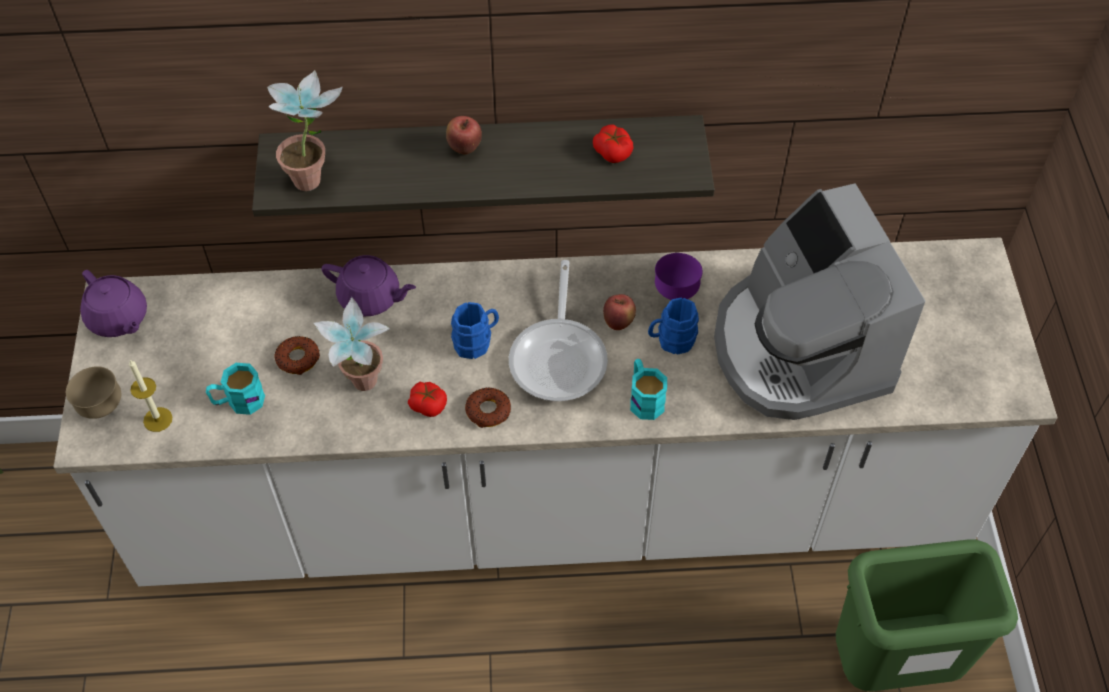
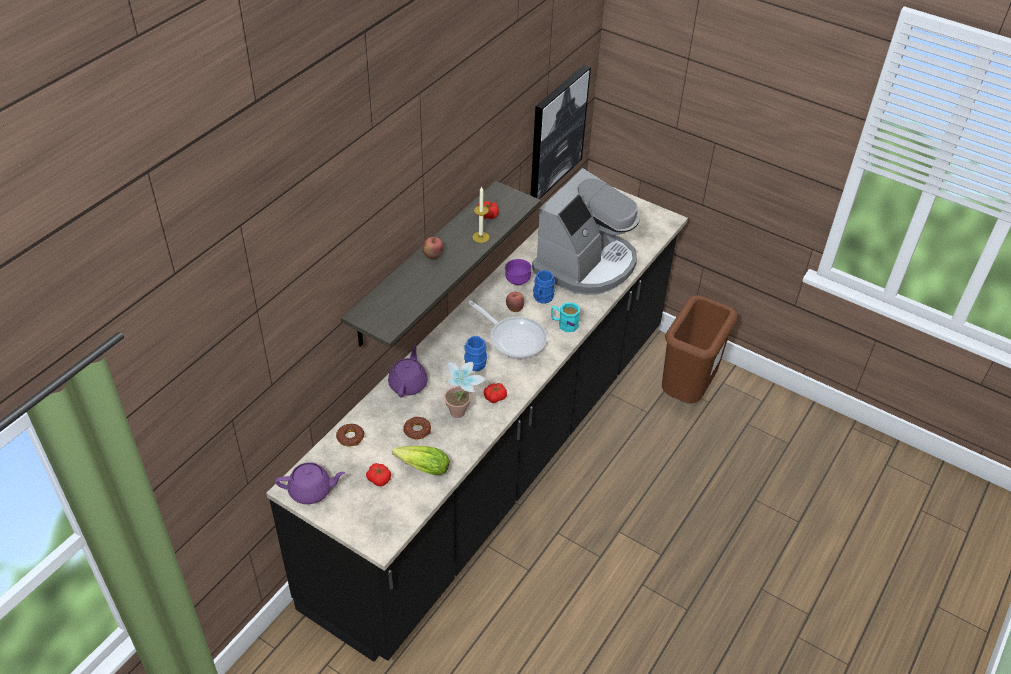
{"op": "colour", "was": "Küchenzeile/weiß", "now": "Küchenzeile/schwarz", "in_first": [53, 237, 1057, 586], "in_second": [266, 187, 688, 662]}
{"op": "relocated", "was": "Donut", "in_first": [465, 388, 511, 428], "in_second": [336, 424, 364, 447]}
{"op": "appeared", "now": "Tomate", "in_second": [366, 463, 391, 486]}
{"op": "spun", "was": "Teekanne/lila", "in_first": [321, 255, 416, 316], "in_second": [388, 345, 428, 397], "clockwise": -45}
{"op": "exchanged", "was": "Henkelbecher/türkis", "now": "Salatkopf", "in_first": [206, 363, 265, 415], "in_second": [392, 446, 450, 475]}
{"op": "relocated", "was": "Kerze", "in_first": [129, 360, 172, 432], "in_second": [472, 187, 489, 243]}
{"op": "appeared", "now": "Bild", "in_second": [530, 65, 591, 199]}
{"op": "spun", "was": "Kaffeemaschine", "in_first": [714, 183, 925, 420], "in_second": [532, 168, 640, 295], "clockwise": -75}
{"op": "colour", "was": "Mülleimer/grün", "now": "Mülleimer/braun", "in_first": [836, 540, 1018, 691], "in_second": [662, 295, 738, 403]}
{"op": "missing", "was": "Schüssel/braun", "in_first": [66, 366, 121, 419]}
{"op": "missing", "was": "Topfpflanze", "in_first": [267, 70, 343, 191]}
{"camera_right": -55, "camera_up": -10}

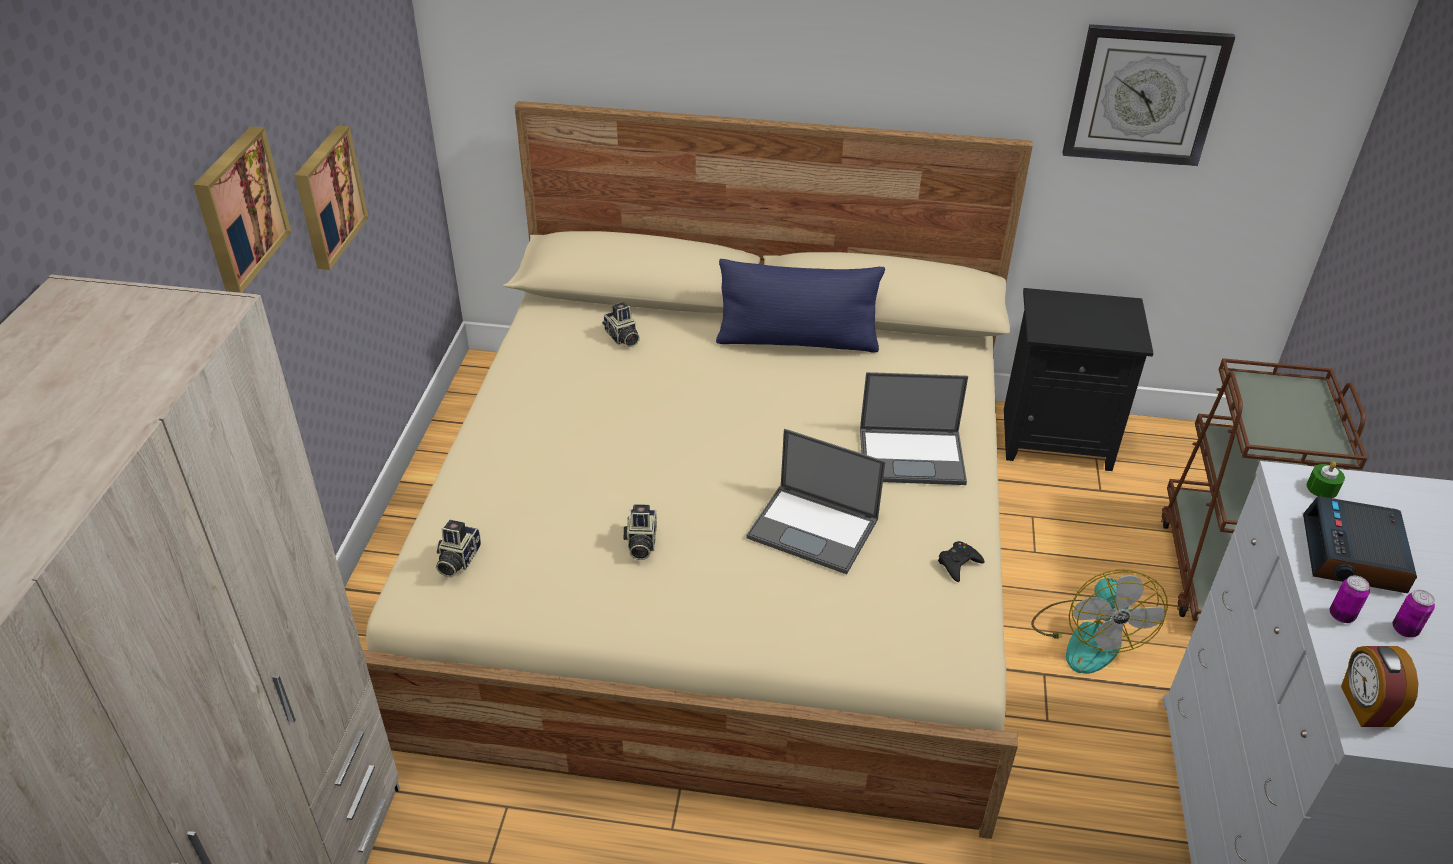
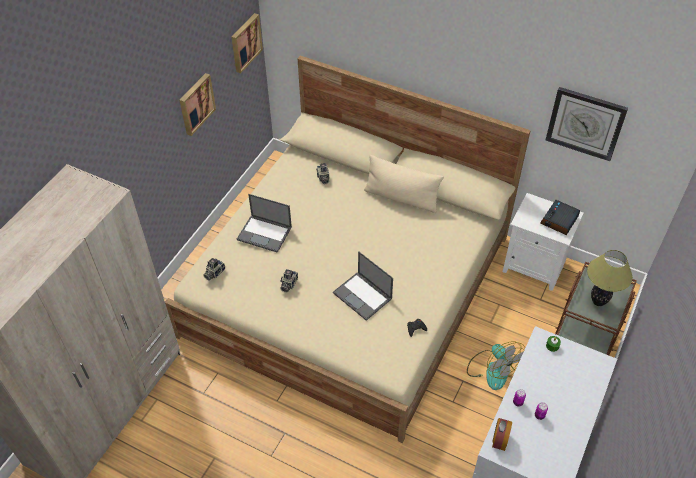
{"op": "relocated", "was": "Bild", "in_first": [193, 126, 291, 293], "in_second": [231, 13, 263, 73]}
{"op": "relocated", "was": "Laptop", "in_first": [860, 372, 968, 485], "in_second": [237, 194, 292, 253]}
{"op": "colour", "was": "Kissen/blau", "now": "Kissen/beige", "in_first": [716, 259, 885, 352], "in_second": [364, 155, 444, 213]}
{"op": "spun", "was": "Ventilator", "in_first": [1031, 569, 1168, 674], "in_second": [467, 341, 525, 390], "clockwise": -45}
{"op": "colour", "was": "Nachttisch/schwarz", "now": "Nachttisch/weiß", "in_first": [1004, 288, 1153, 471], "in_second": [503, 193, 584, 291]}
{"op": "relocated", "was": "Wecker", "in_first": [1303, 496, 1417, 593], "in_second": [540, 200, 580, 235]}
{"op": "appeared", "now": "Tischlampe", "in_second": [587, 250, 633, 306]}
{"camera_right": 20, "camera_up": 10}

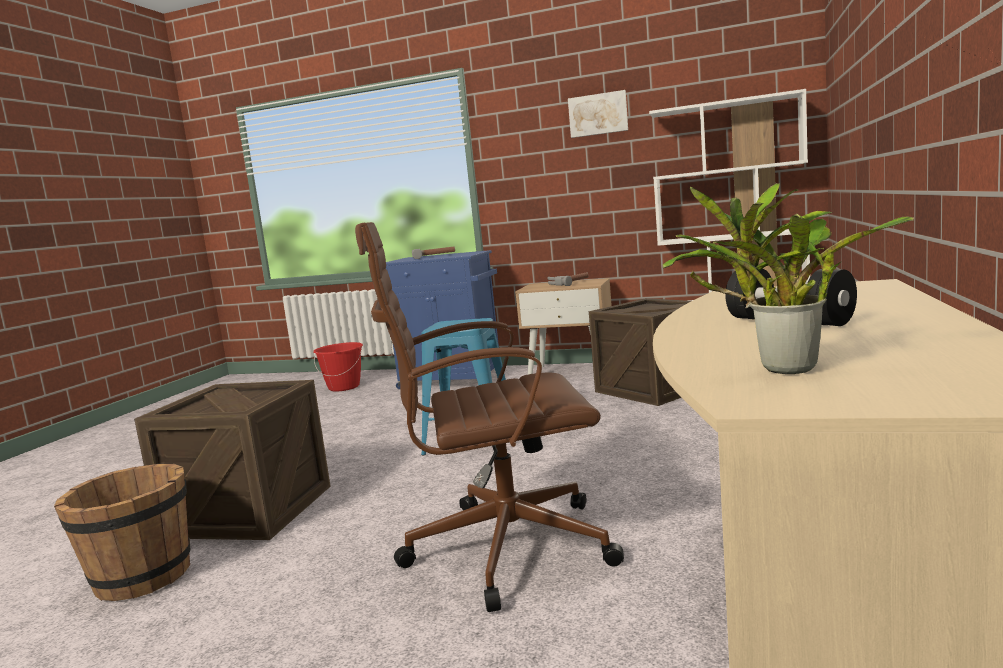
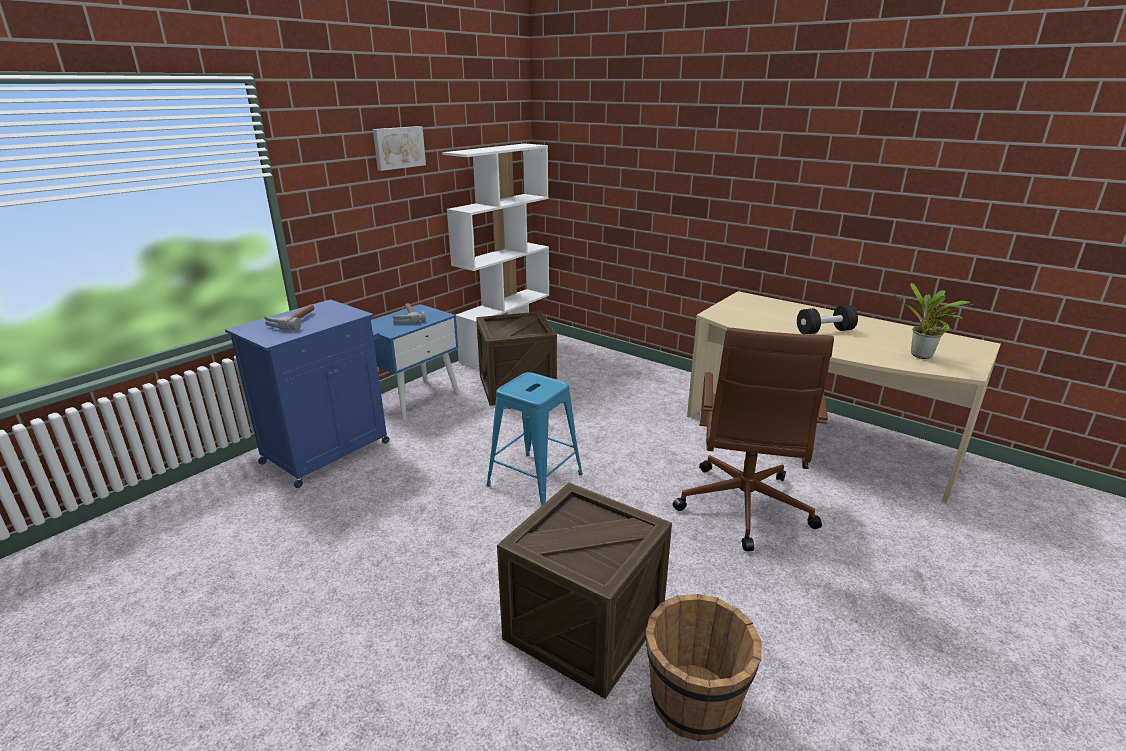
{"op": "colour", "was": "Nachttisch/beige", "now": "Nachttisch/blau", "in_first": [515, 278, 612, 374], "in_second": [371, 304, 459, 420]}
{"op": "missing", "was": "Eimer/rot", "in_first": [313, 342, 363, 391]}
{"camera_right": -70, "camera_up": 15}

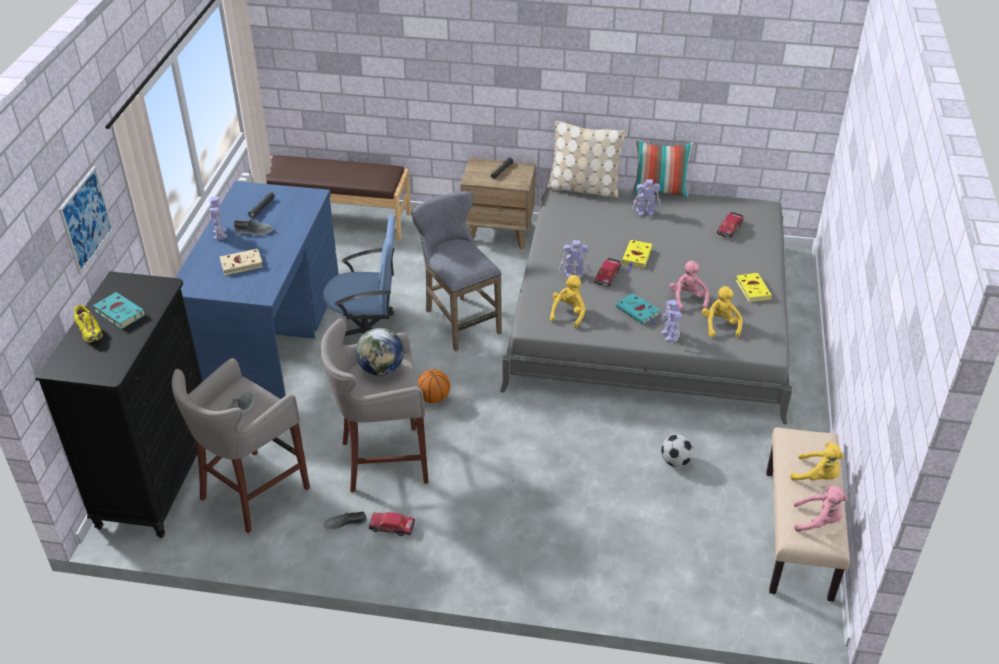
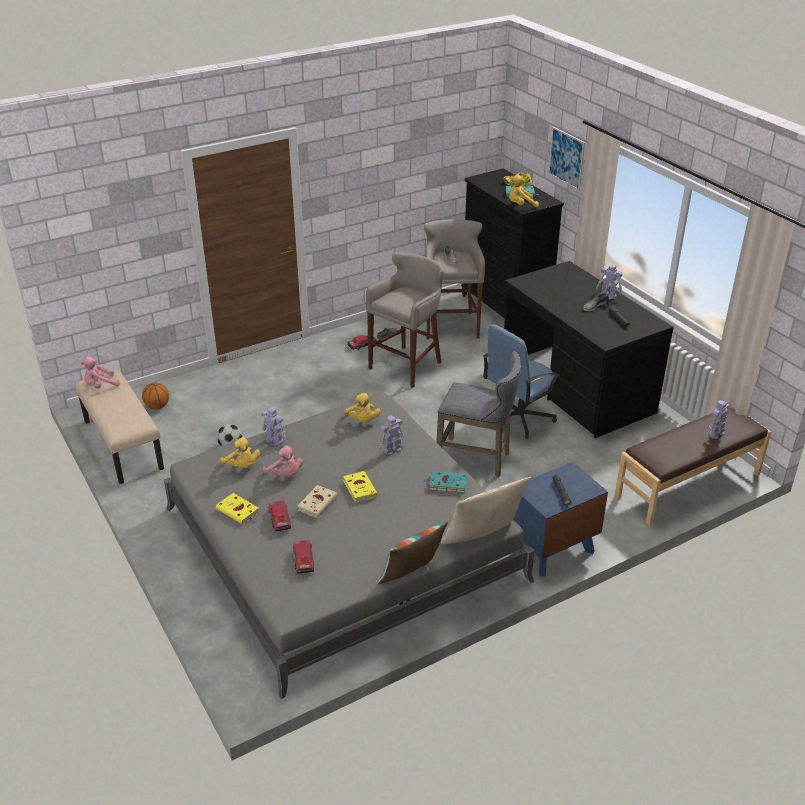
{"op": "relocated", "was": "Basketball", "in_first": [418, 369, 450, 403], "in_second": [142, 382, 169, 409]}
{"op": "relocated", "was": "Spielzeugauto", "in_first": [594, 258, 621, 287], "in_second": [268, 501, 291, 531]}
{"op": "relocated", "was": "Buch/beige", "in_first": [214, 249, 263, 275], "in_second": [298, 485, 338, 518]}
{"op": "relocated", "was": "Buch/türkis", "in_first": [616, 293, 660, 325], "in_second": [423, 471, 467, 493]}
{"op": "colour", "was": "Schreibtisch/blau", "now": "Schreibtisch/schwarz", "in_first": [175, 181, 339, 399], "in_second": [504, 261, 674, 438]}
{"op": "relocated", "was": "Plüschtier/gelb", "in_first": [790, 442, 844, 481], "in_second": [509, 175, 539, 208]}
{"op": "colour", "was": "Nachttisch/braun", "now": "Nachttisch/blau", "in_first": [460, 158, 536, 250], "in_second": [514, 462, 608, 576]}
{"op": "relocated", "was": "Spielzeugroboter", "in_first": [632, 179, 661, 216], "in_second": [706, 400, 730, 439]}
{"op": "missing", "was": "Globus", "in_first": [356, 328, 404, 376]}
{"camera_right": 140, "camera_up": -5}

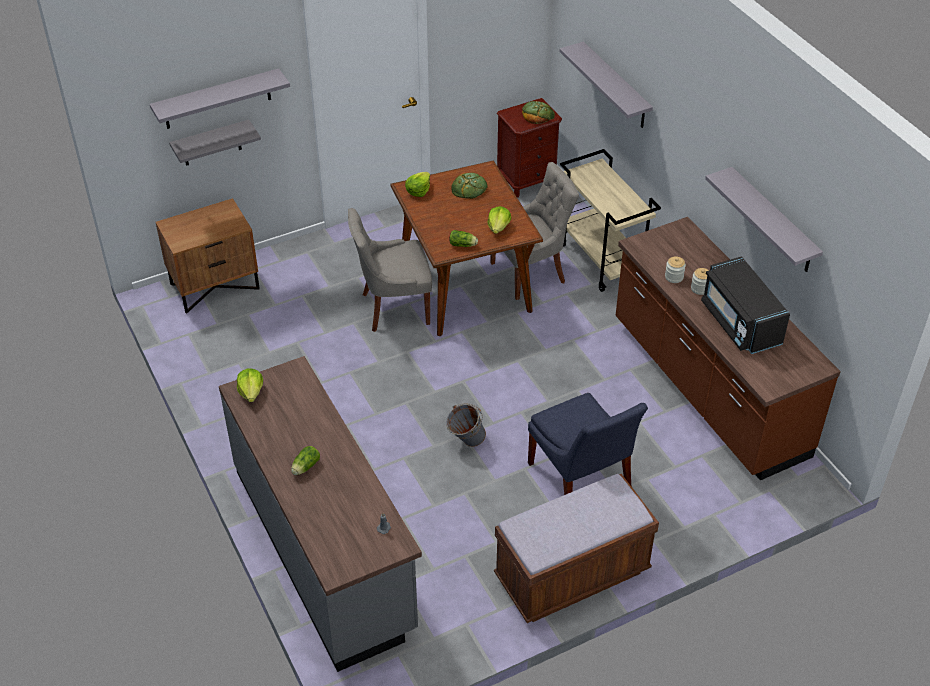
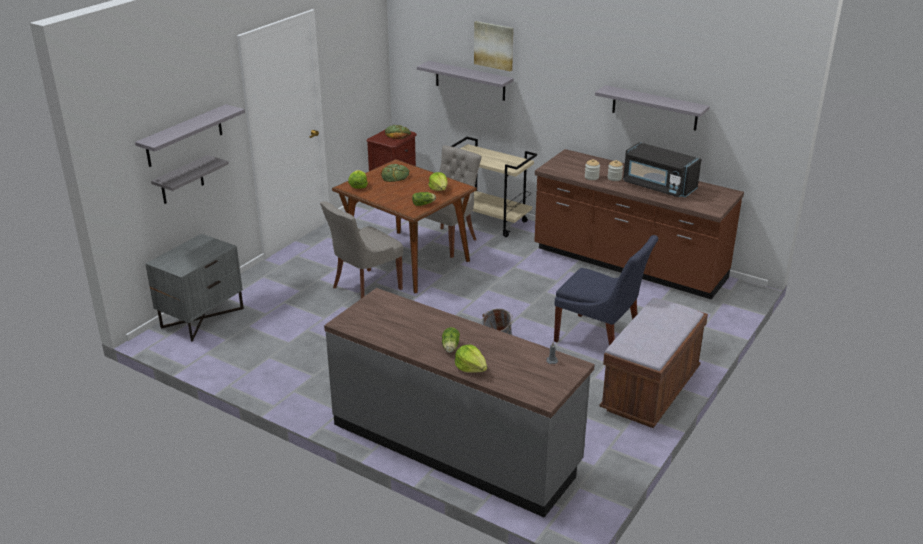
{"op": "colour", "was": "Nachttisch/braun", "now": "Nachttisch/grau", "in_first": [156, 198, 260, 314], "in_second": [146, 234, 244, 342]}
{"op": "relocated", "was": "Salatkopf", "in_first": [237, 369, 263, 402], "in_second": [455, 345, 487, 373]}
{"op": "appeared", "now": "Bild", "in_second": [474, 21, 514, 71]}
{"camera_right": -30, "camera_up": -15}

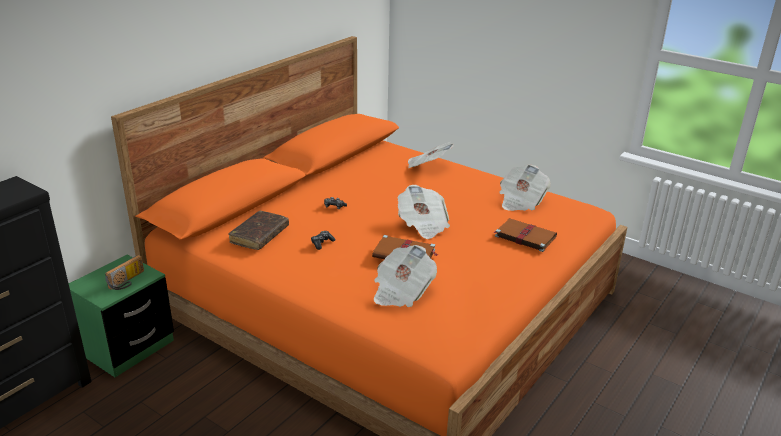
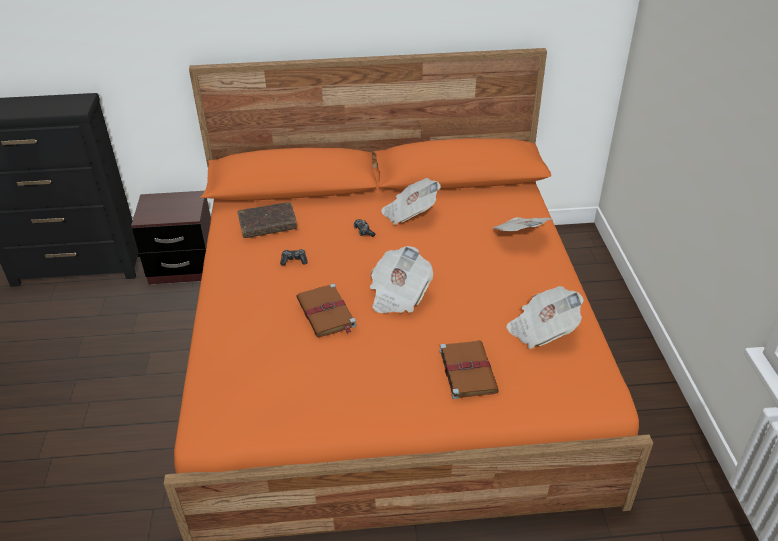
{"op": "colour", "was": "Nachttisch/grün", "now": "Nachttisch/braun", "in_first": [69, 255, 174, 377], "in_second": [131, 191, 211, 285]}
{"op": "relocated", "was": "Zeitung", "in_first": [374, 245, 437, 307], "in_second": [381, 178, 441, 225]}
{"op": "missing", "was": "Radio", "in_first": [105, 255, 144, 290]}
{"camera_right": 50, "camera_up": 10}

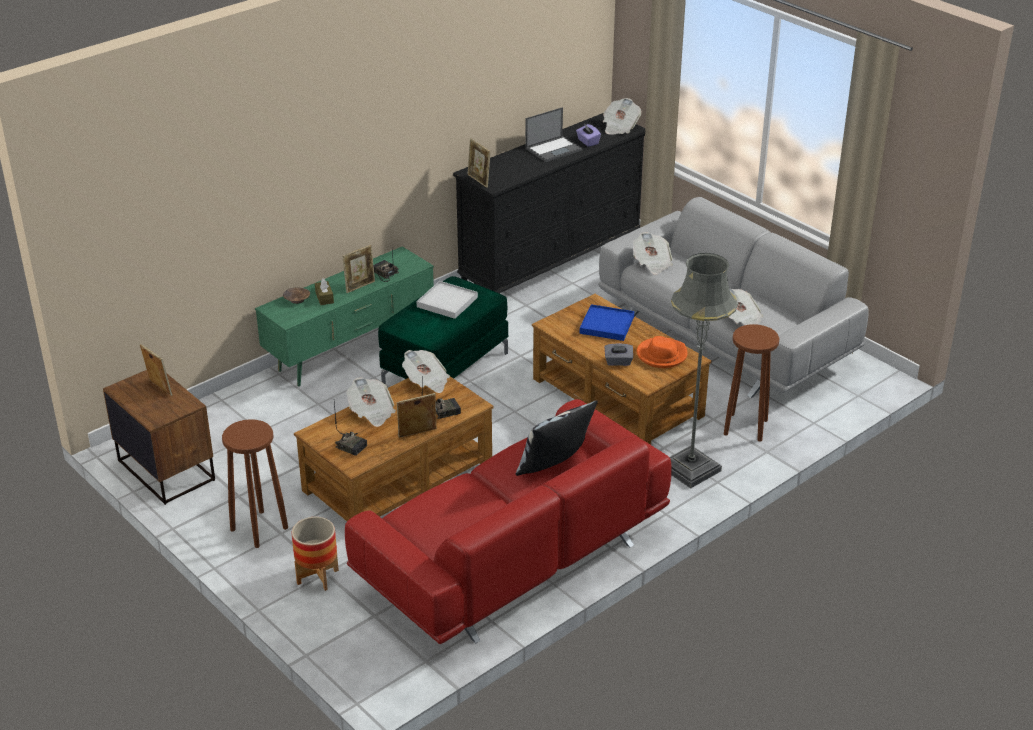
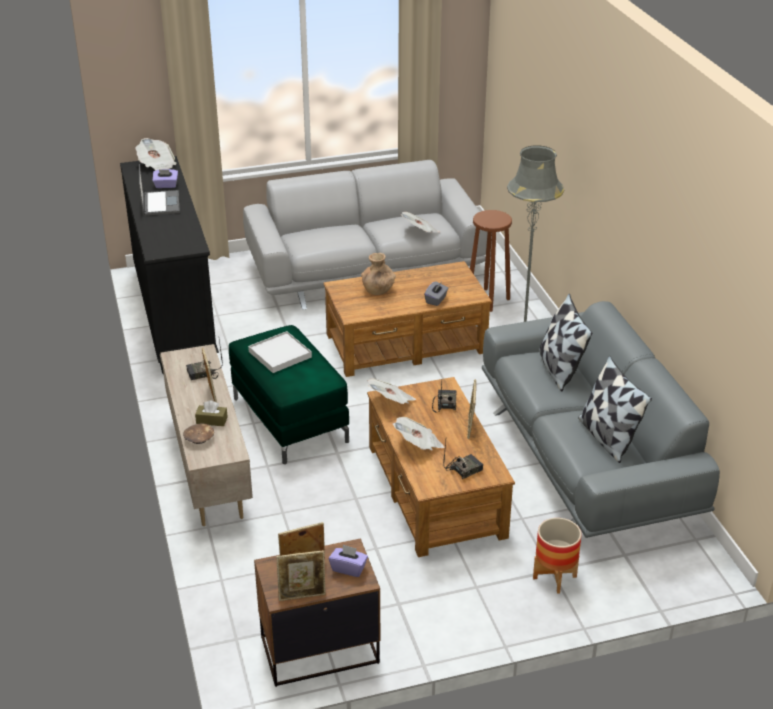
{"op": "colour", "was": "Fernsehschrank/grün", "now": "Fernsehschrank/beige", "in_first": [255, 246, 434, 387], "in_second": [160, 344, 253, 526]}
{"op": "relocated", "was": "Bilderrahmen", "in_first": [468, 138, 491, 188], "in_second": [276, 550, 326, 601]}
{"op": "appeared", "now": "Taschentuchbox/lila", "in_second": [329, 545, 368, 577]}
{"op": "exchanged", "was": "Tablett/blau", "now": "Vase/braun", "in_first": [580, 304, 634, 341], "in_second": [361, 253, 396, 295]}
{"op": "colour", "was": "Sofa/rot", "now": "Sofa/grau", "in_first": [345, 399, 672, 644], "in_second": [482, 301, 720, 538]}
{"op": "appeared", "now": "Kissen", "in_second": [578, 356, 652, 463]}
{"op": "missing", "was": "Hocker/braun", "in_first": [222, 419, 288, 548]}
{"op": "missing", "was": "Zeitung", "in_first": [633, 232, 673, 275]}
{"op": "missing", "was": "Hut/orange", "in_first": [637, 336, 688, 368]}
{"camera_right": -65, "camera_up": 0}

